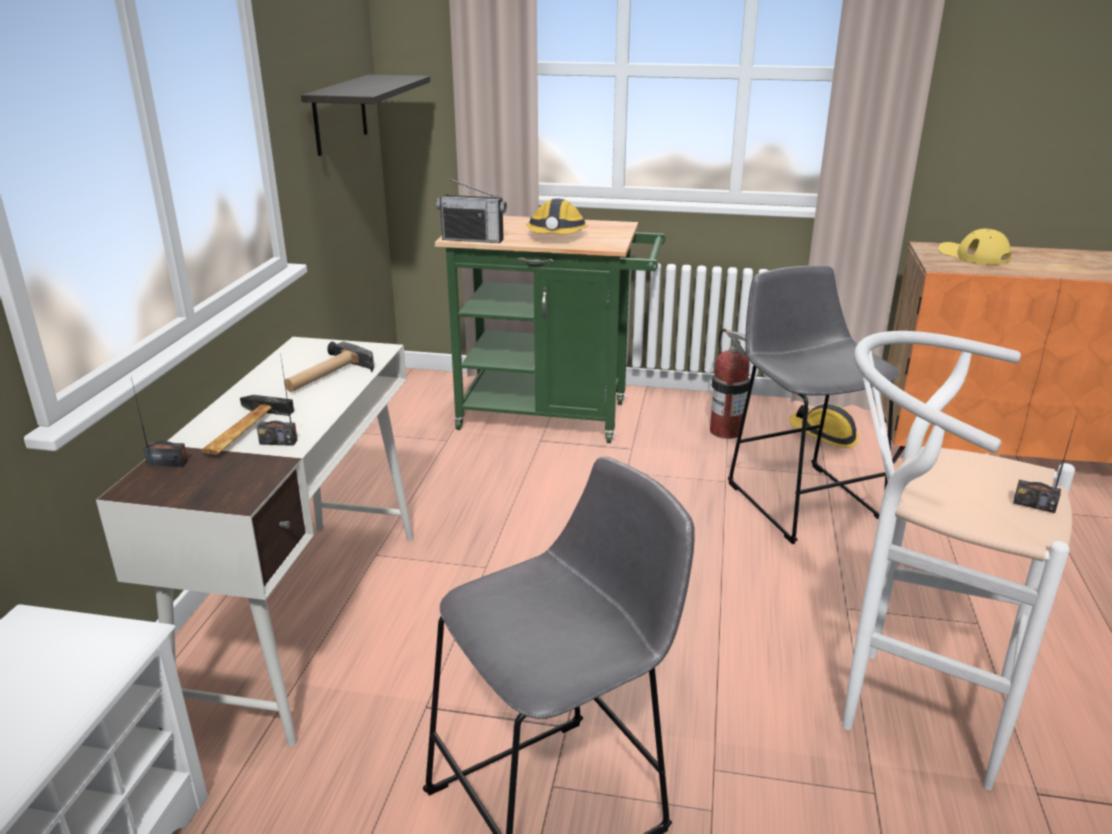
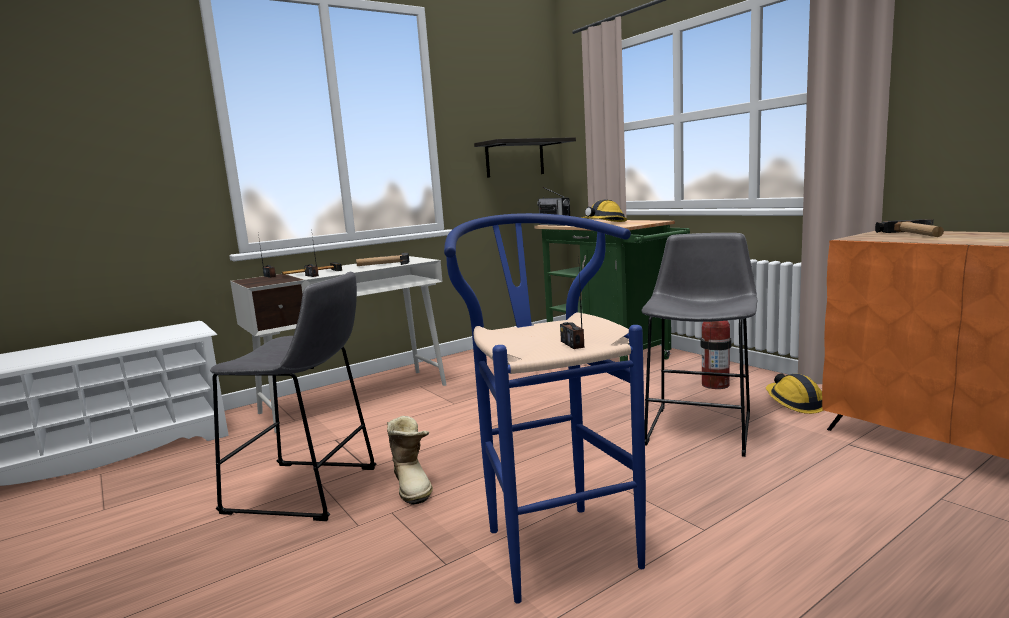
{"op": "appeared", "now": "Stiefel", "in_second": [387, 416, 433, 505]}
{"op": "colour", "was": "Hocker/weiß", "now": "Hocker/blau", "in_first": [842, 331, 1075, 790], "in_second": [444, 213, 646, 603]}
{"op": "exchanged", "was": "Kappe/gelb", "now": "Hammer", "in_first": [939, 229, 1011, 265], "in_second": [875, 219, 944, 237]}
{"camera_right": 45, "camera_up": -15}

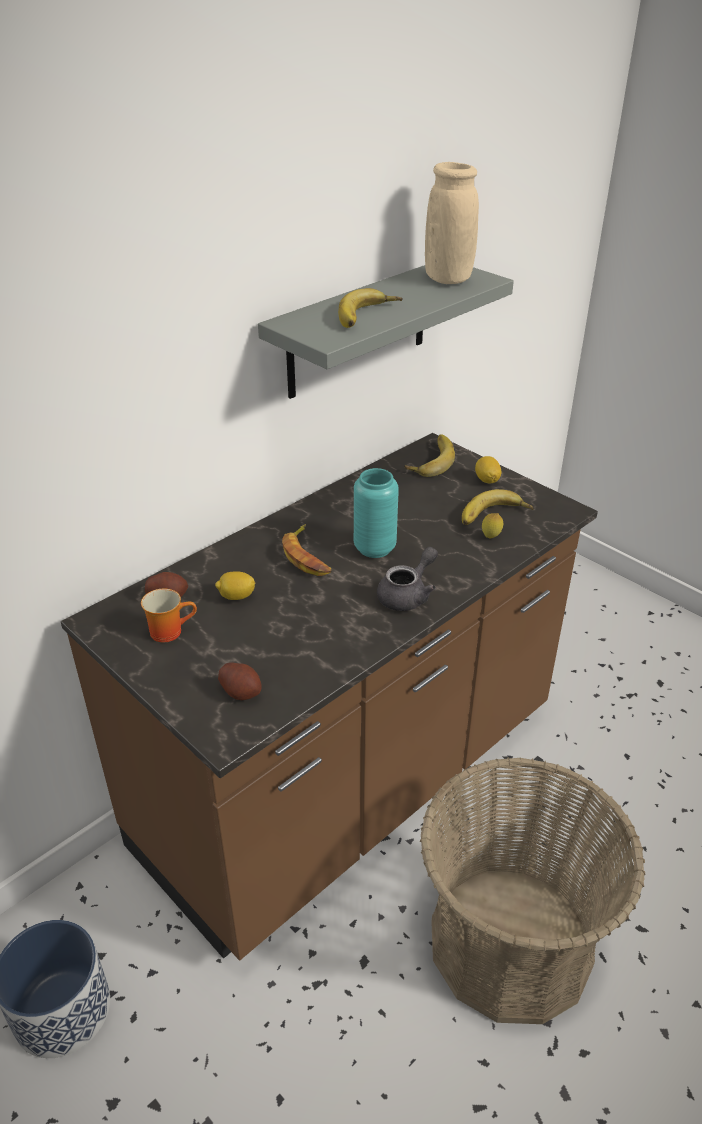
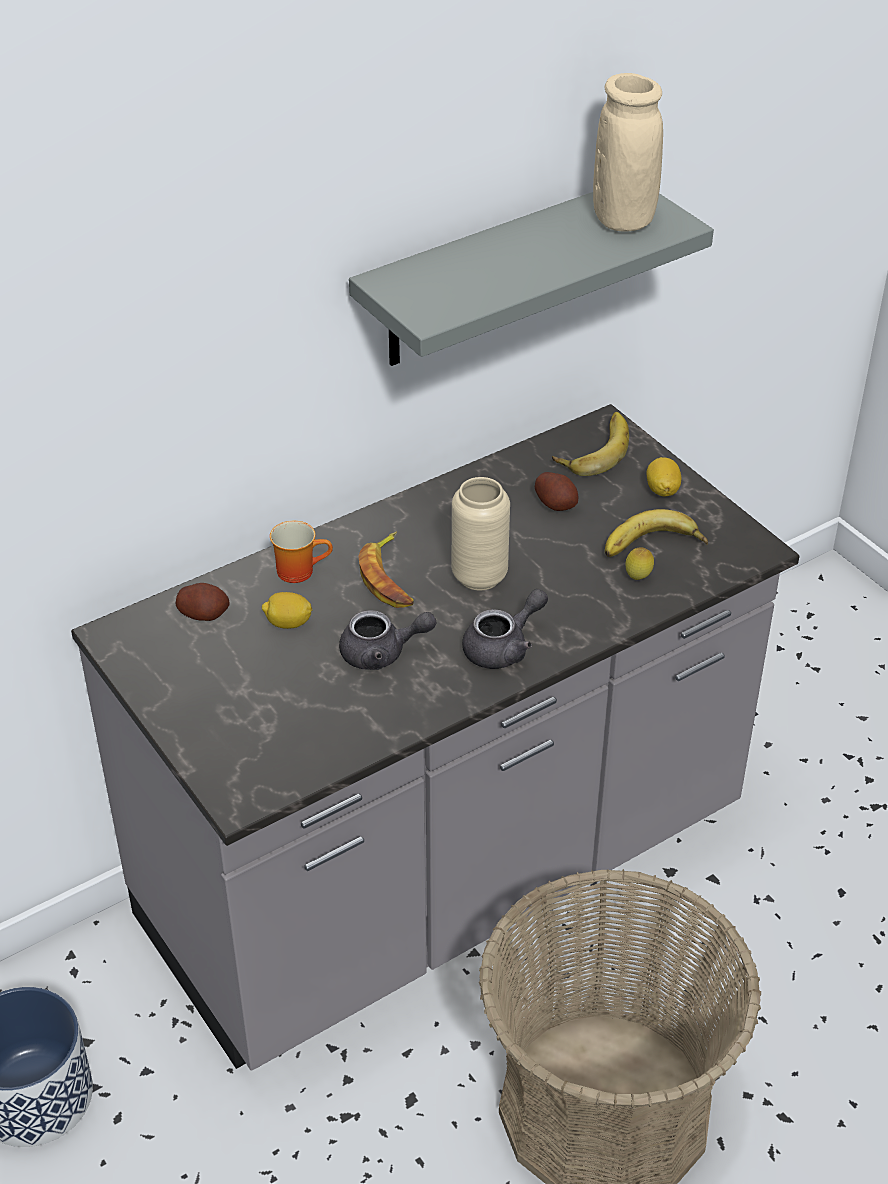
{"op": "colour", "was": "Küchenzeile/braun", "now": "Küchenzeile/grau", "in_first": [61, 433, 598, 960], "in_second": [71, 404, 799, 1071]}
{"op": "relocated", "was": "Henkelbecher", "in_first": [141, 589, 197, 642], "in_second": [270, 521, 333, 583]}
{"op": "appeared", "now": "Teekanne/grau", "in_second": [339, 610, 437, 670]}
{"op": "colour", "was": "Vase/türkis", "now": "Vase/beige", "in_first": [354, 468, 399, 558], "in_second": [452, 477, 510, 591]}
{"op": "relocated", "was": "Kartoffel", "in_first": [218, 663, 261, 700], "in_second": [535, 472, 579, 511]}
{"op": "missing", "was": "Banane", "in_first": [338, 288, 403, 328]}
{"camera_right": 10, "camera_up": 5}

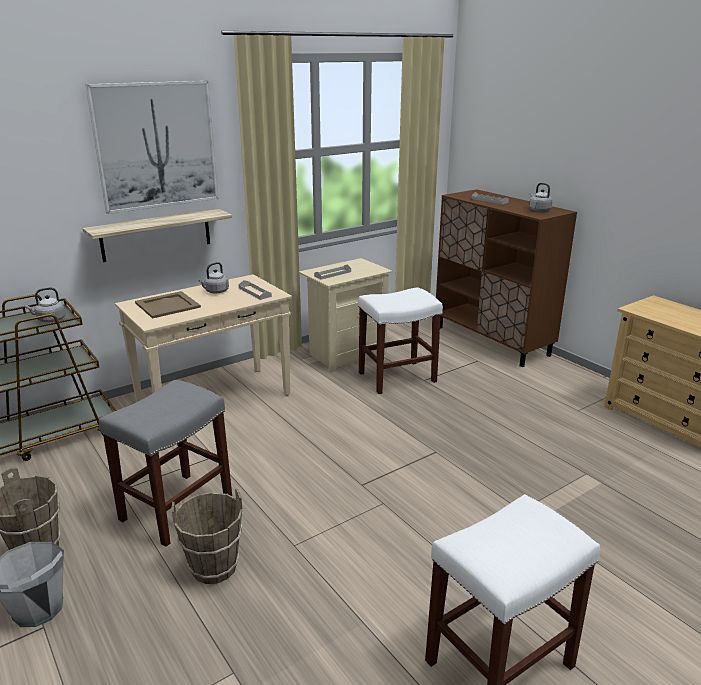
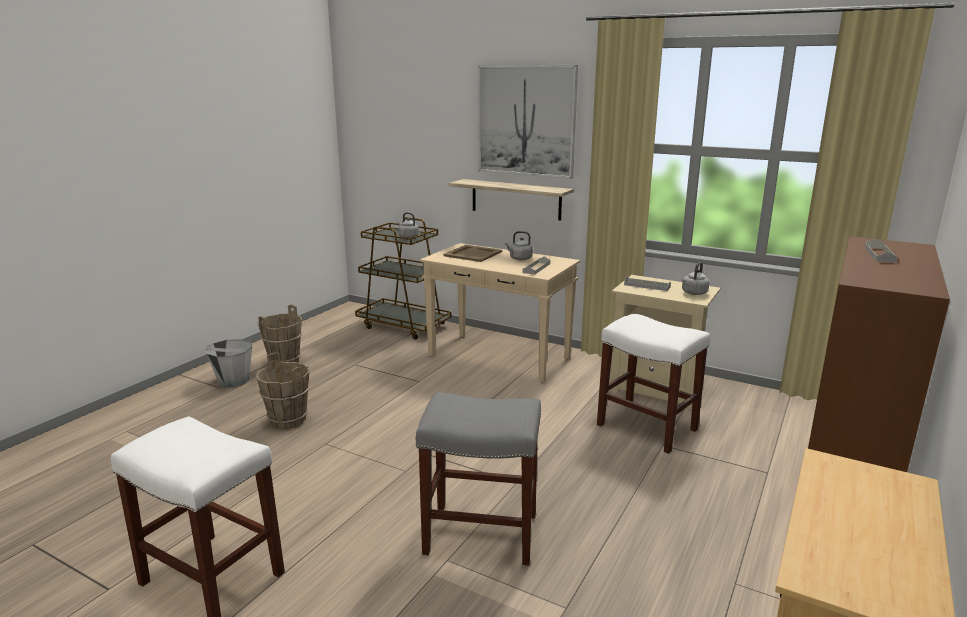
{"op": "relocated", "was": "Hocker/grau", "in_first": [99, 380, 232, 547], "in_second": [416, 392, 541, 565]}
{"op": "relocated", "was": "Wasserkessel/grau", "in_first": [529, 183, 553, 212], "in_second": [682, 262, 710, 295]}
{"camera_right": 65, "camera_up": -5}

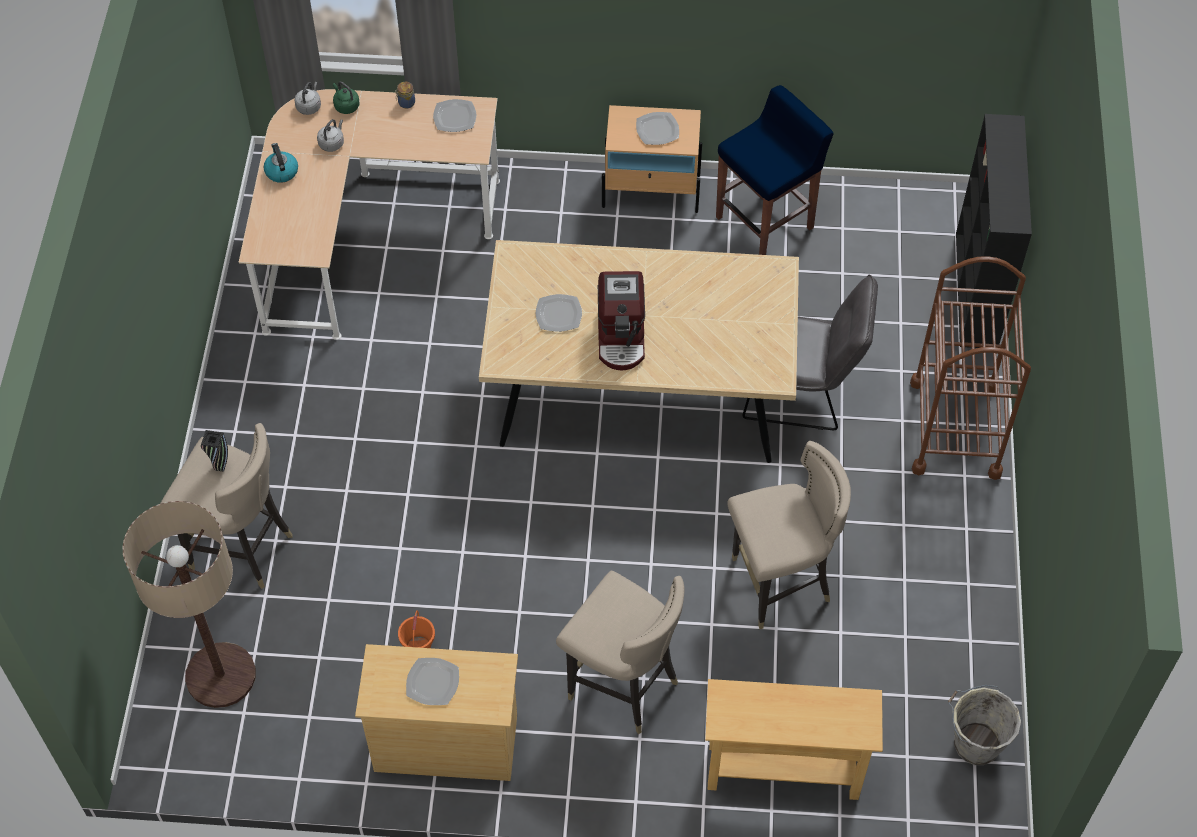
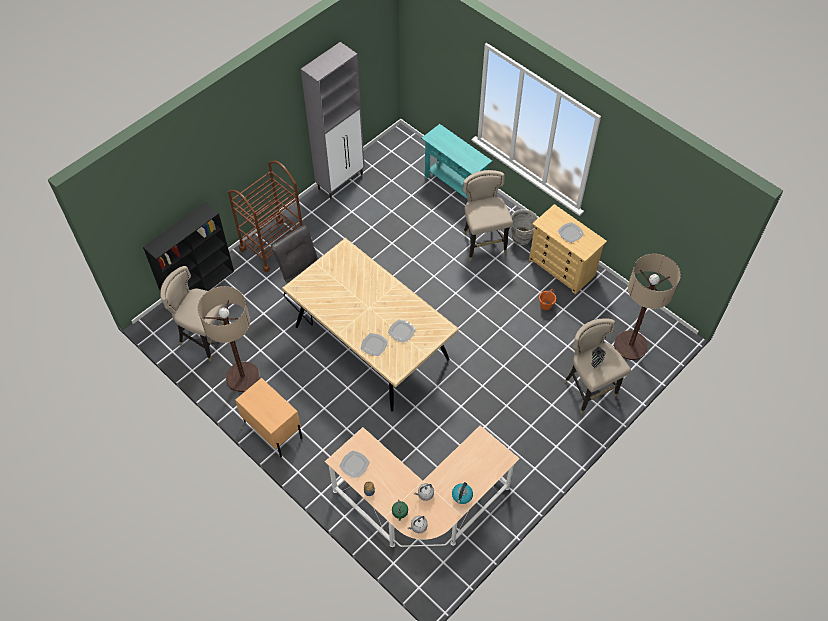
{"op": "relocated", "was": "Hocker/beige", "in_first": [727, 441, 851, 629], "in_second": [160, 266, 226, 362]}
{"op": "exchanged", "was": "Hocker/blau", "now": "Stehlampe", "in_first": [716, 85, 834, 255], "in_second": [198, 286, 260, 392]}
{"op": "appeared", "now": "Schrank/grau", "in_second": [301, 42, 365, 199]}
{"op": "relocated", "was": "Teller", "in_first": [636, 112, 679, 145], "in_second": [361, 333, 388, 356]}
{"op": "colour", "was": "Konsolentisch/beige", "now": "Konsolentisch/türkis", "in_first": [705, 679, 883, 800], "in_second": [421, 124, 492, 199]}
{"op": "relocated", "was": "Eimer/grau", "in_first": [948, 685, 1021, 765], "in_second": [511, 209, 538, 245]}
{"op": "missing", "was": "Kaffeemaschine", "in_first": [598, 271, 645, 371]}
{"camera_right": -140, "camera_up": 0}

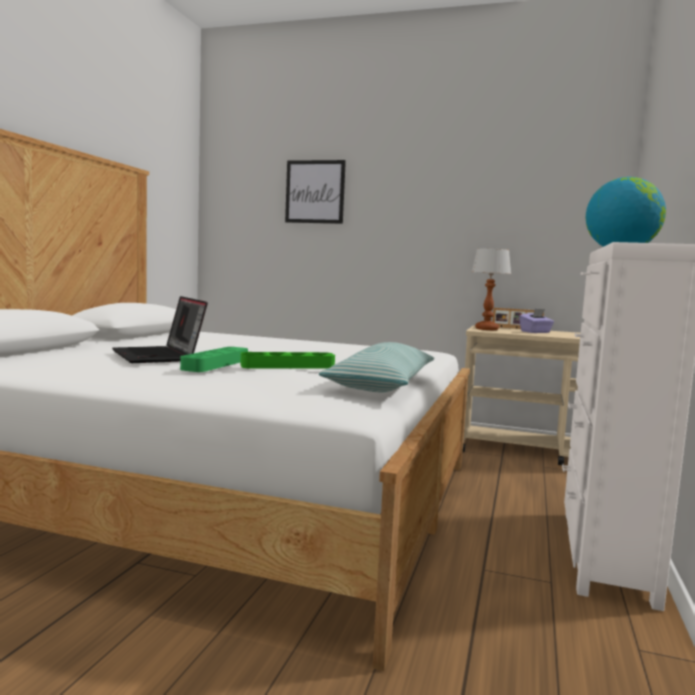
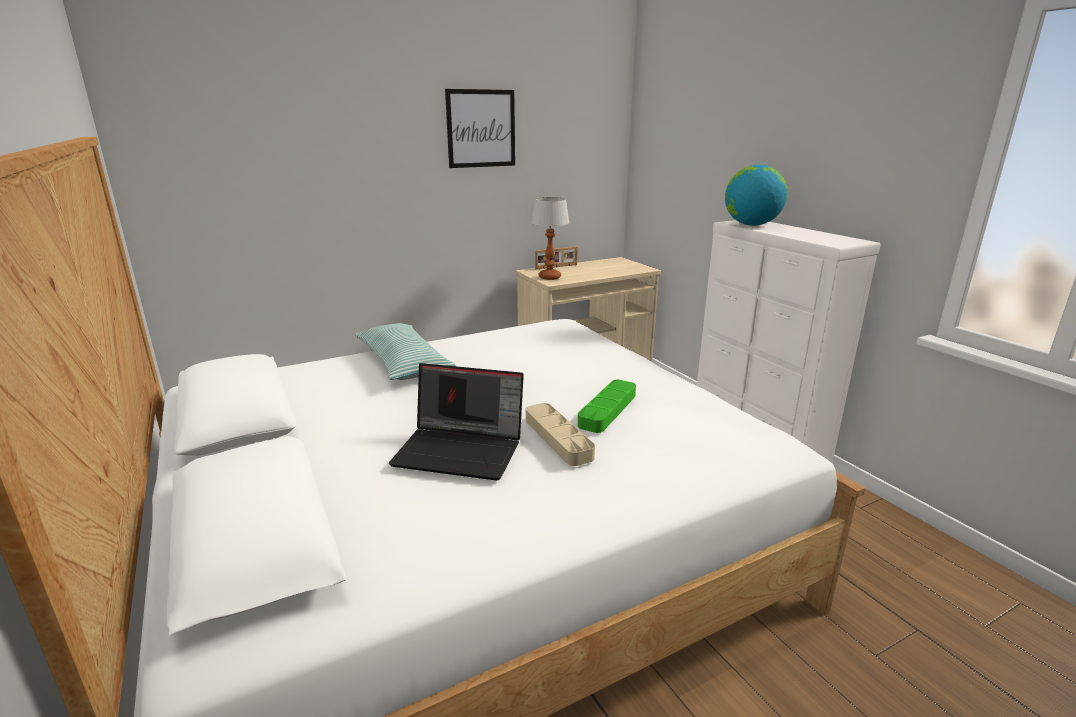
{"op": "relocated", "was": "Kissen", "in_first": [319, 342, 434, 392], "in_second": [354, 323, 456, 380]}
{"op": "relocated", "was": "Bild", "in_first": [285, 160, 346, 224], "in_second": [445, 89, 515, 168]}
{"op": "colour", "was": "Tablett/grün", "now": "Tablett/beige", "in_first": [180, 347, 248, 372], "in_second": [526, 403, 595, 466]}
{"op": "missing", "was": "Taschentuchbox/lila", "in_first": [519, 309, 554, 333]}
{"camera_right": -45, "camera_up": 15}

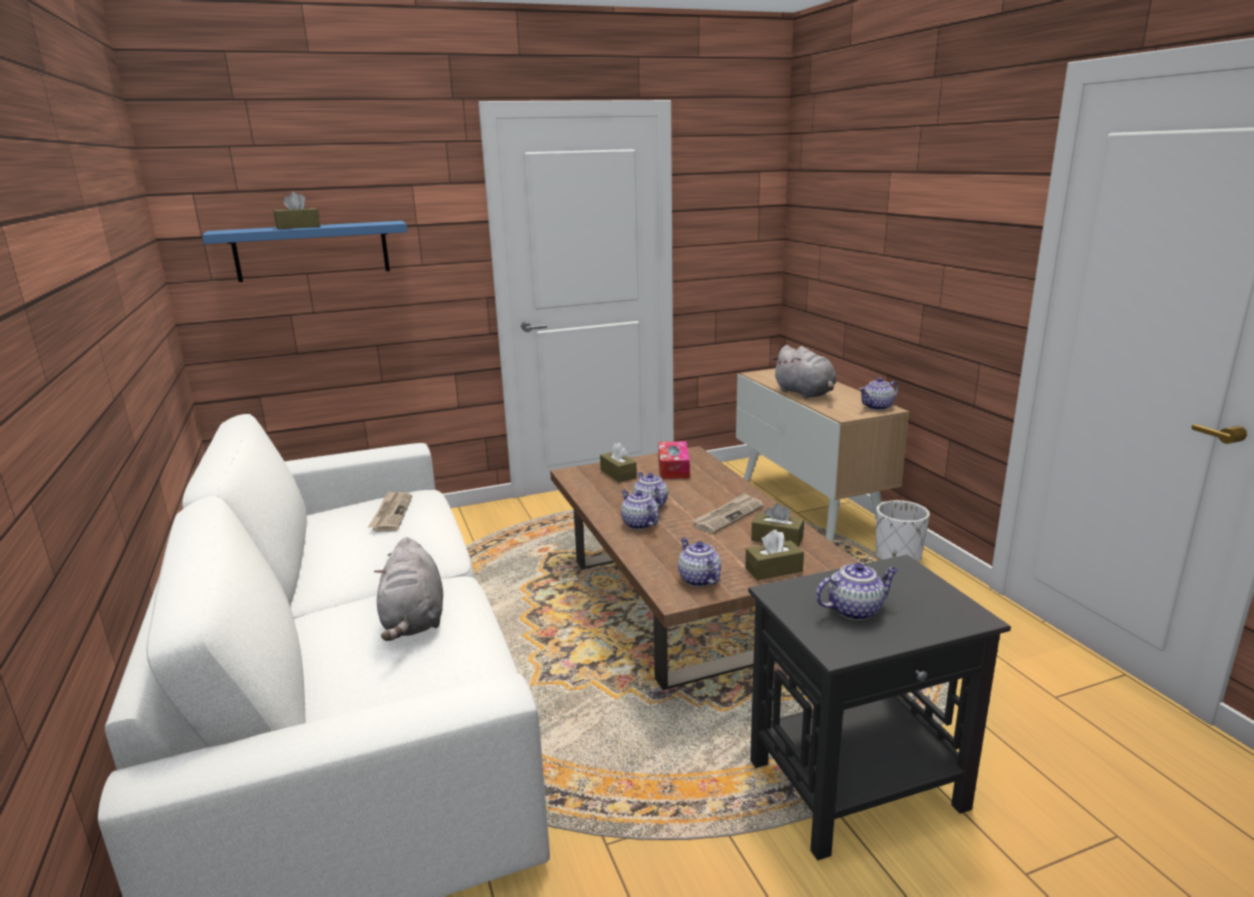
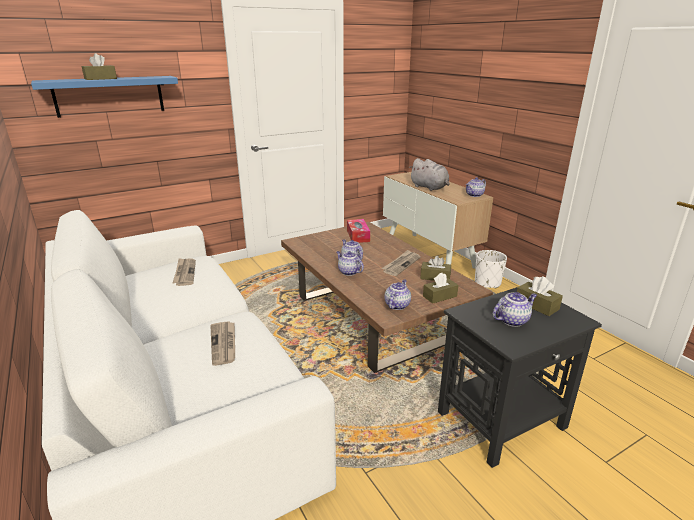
{"op": "exchanged", "was": "Plüschtier/grau", "now": "Zeitung", "in_first": [374, 537, 443, 641], "in_second": [210, 321, 235, 366]}
{"op": "spun", "was": "Teekanne", "in_first": [678, 538, 721, 587], "in_second": [384, 280, 411, 310], "clockwise": 60}
{"op": "relocated", "was": "Taschentuchbox/braun", "in_first": [600, 443, 637, 482], "in_second": [517, 276, 563, 316]}
{"camera_right": -10, "camera_up": 5}

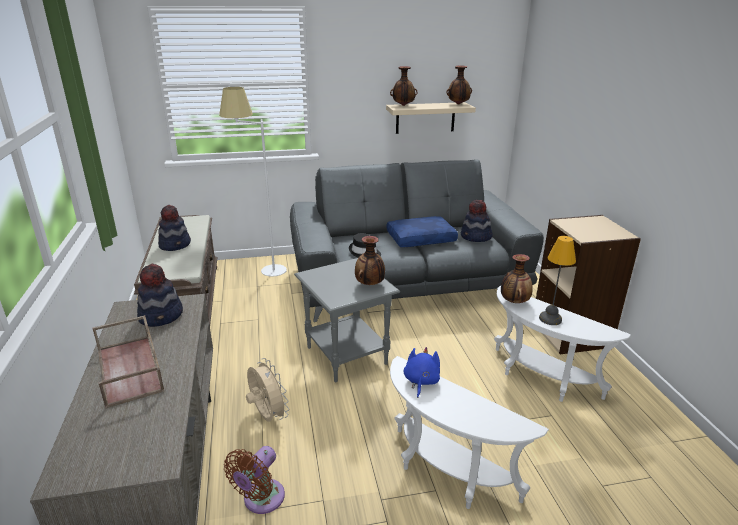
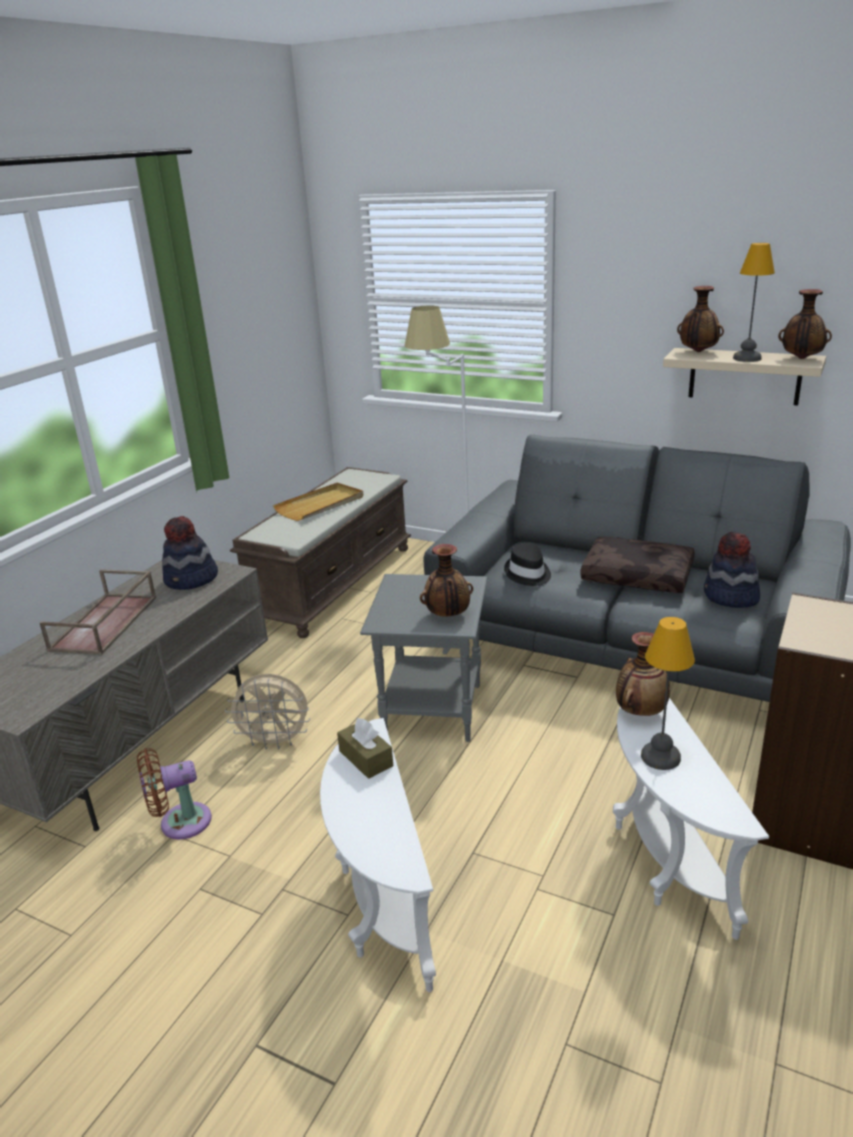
{"op": "spun", "was": "Ventilator/beige", "in_first": [246, 358, 289, 422], "in_second": [225, 674, 310, 750], "clockwise": 90}
{"op": "exchanged", "was": "Hut", "now": "Tablett/beige", "in_first": [158, 205, 191, 251], "in_second": [273, 483, 363, 521]}
{"op": "exchanged", "was": "Plüschtier/blau", "now": "Taschentuchbox/braun", "in_first": [404, 347, 440, 398], "in_second": [337, 718, 393, 779]}
{"op": "colour", "was": "Kissen/blau", "now": "Kissen/braun", "in_first": [387, 216, 458, 247], "in_second": [580, 537, 695, 593]}
{"op": "appeared", "now": "Tischlampe", "in_second": [733, 243, 775, 362]}
{"camera_right": 40, "camera_up": 0}

